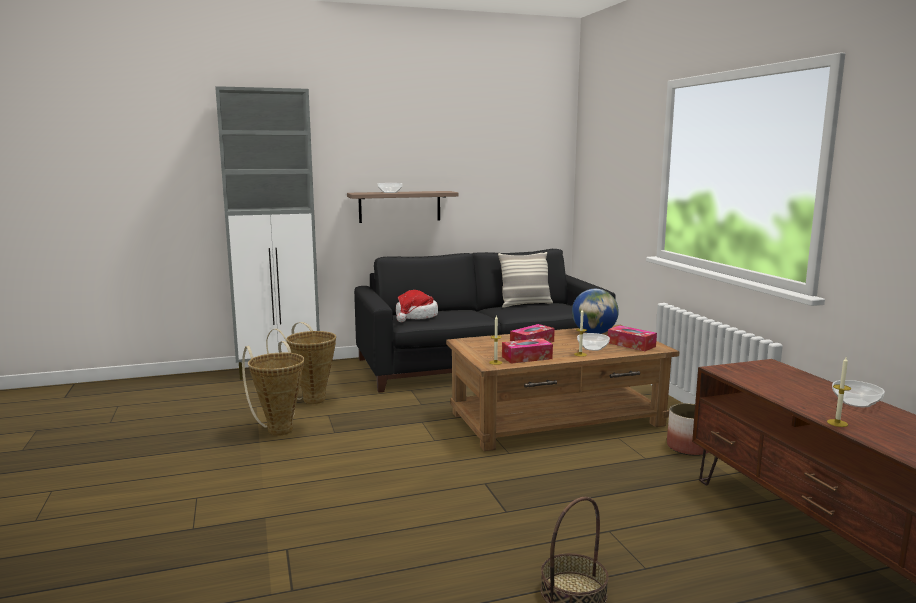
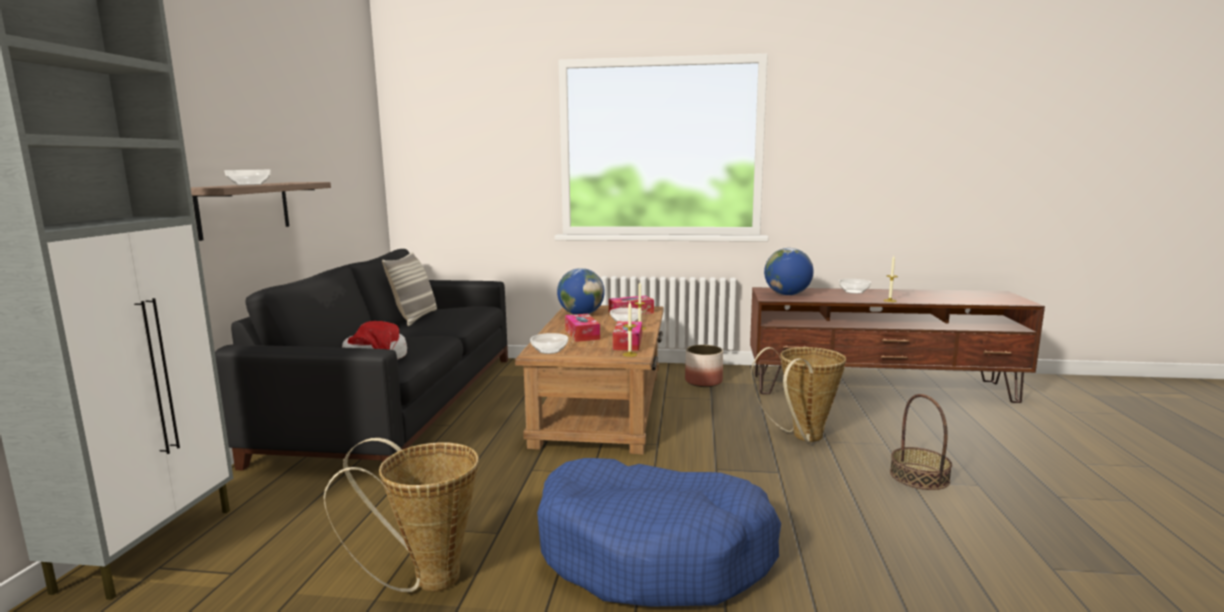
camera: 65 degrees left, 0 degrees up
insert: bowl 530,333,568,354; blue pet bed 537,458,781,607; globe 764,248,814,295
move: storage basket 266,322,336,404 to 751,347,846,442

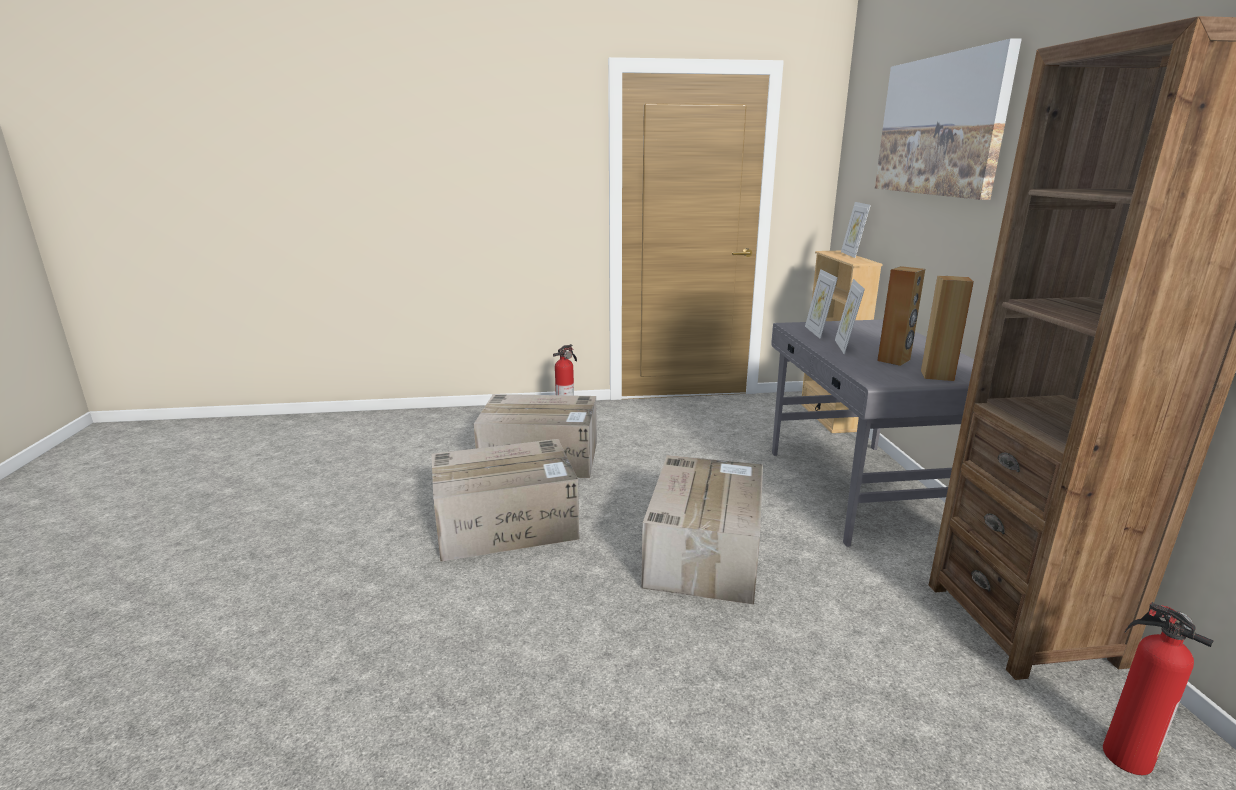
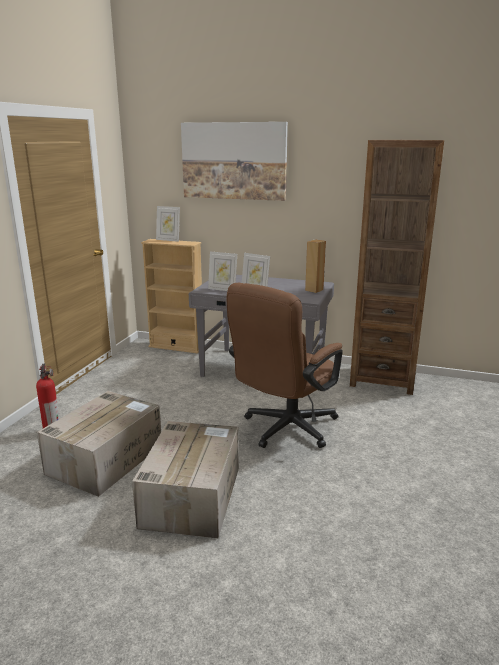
camera: 65 degrees left, 0 degrees up
delete: brownish audio speaker 877,266,925,366; extinguisher 1103,602,1214,775
replace: packing box 641,455,763,605 to brownish computer chair 227,283,343,448

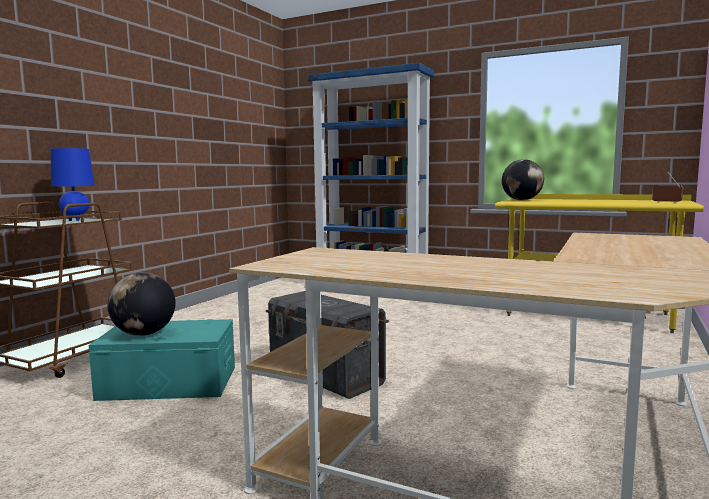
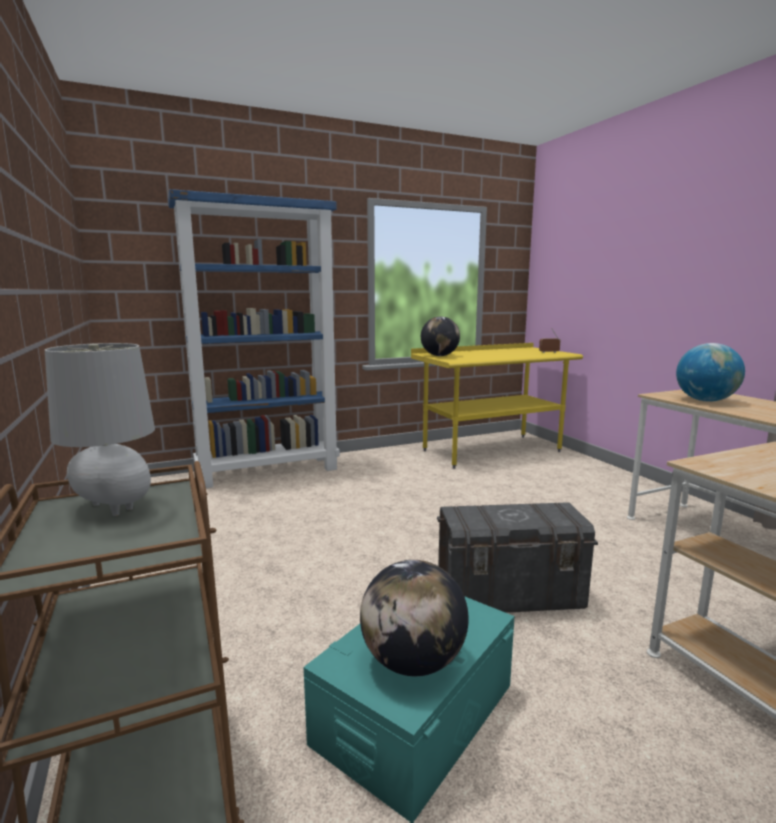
camera: 50 degrees left, 5 degrees up
insert: globe 676,343,745,402
recolor: blue tabletop lamp 51,148,95,221 to gray tabletop lamp 45,343,155,516

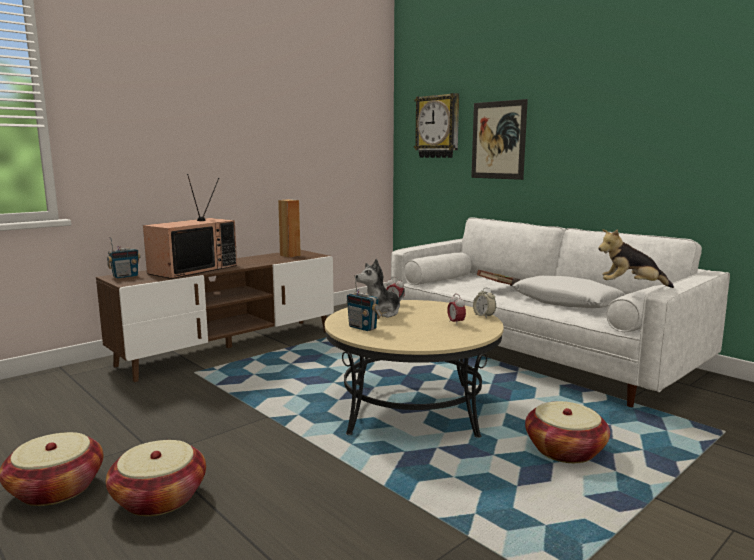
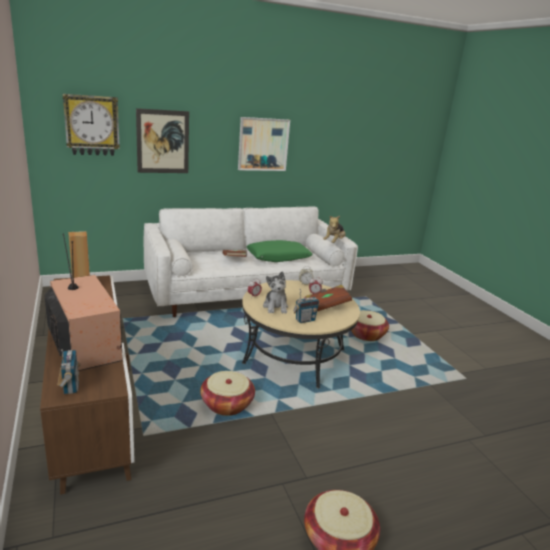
camera: 70 degrees left, 10 degrees up
insert: picture 238,117,290,171; brownish book 305,285,352,311
move: storage basket 106,440,206,516 to 200,371,255,416
recolor: white throw pillow 512,276,626,308 to green throw pillow 246,240,313,262

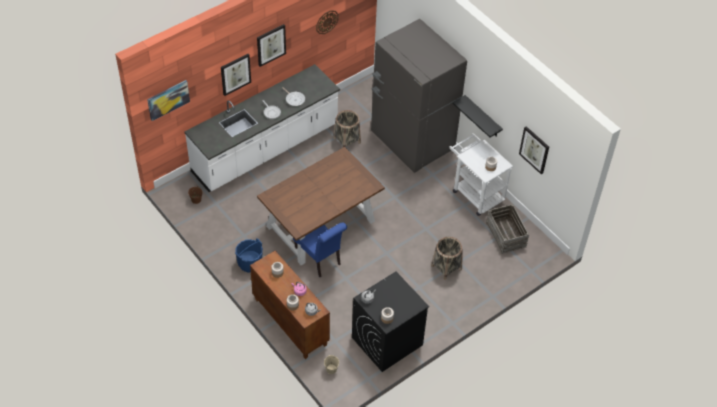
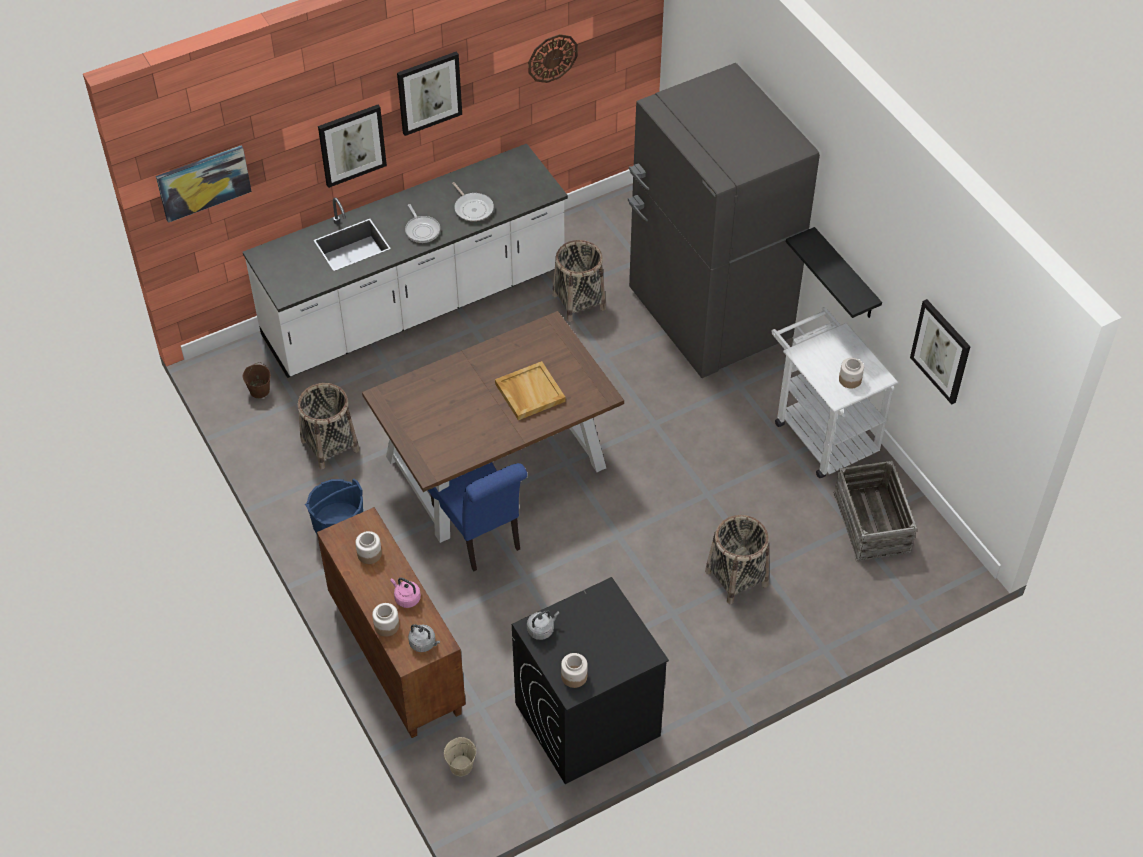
camera: 10 degrees right, 0 degrees up
insert: storage basket 298,383,360,469; beige-coloured tray 495,361,566,420

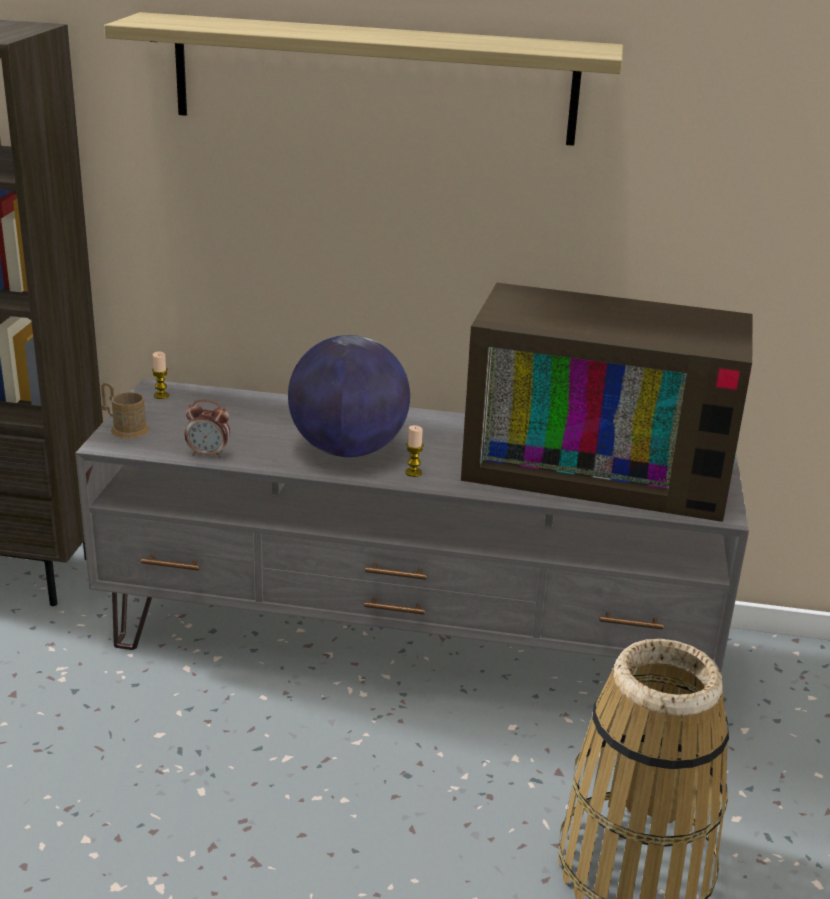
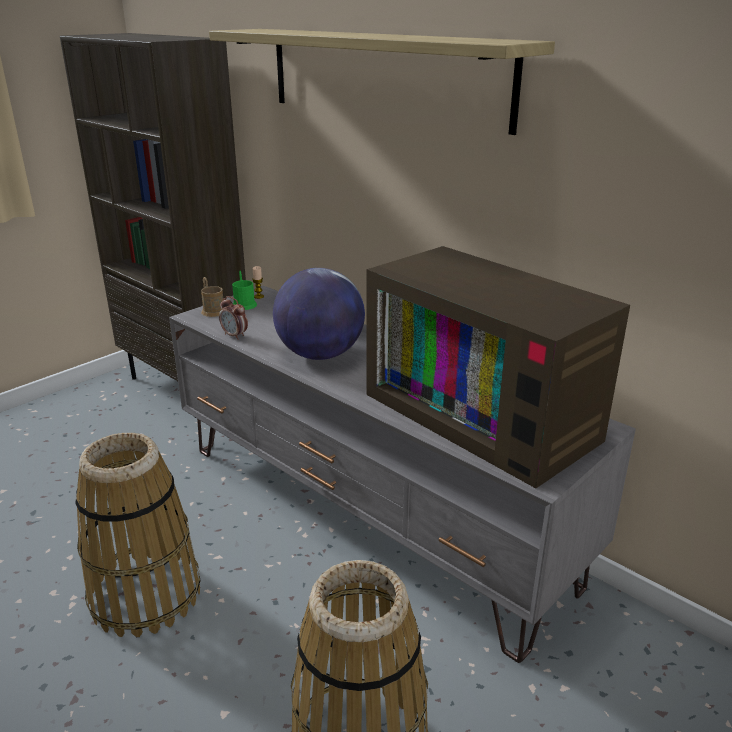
camera: 35 degrees right, 0 degrees up
delete: wax candle 405,425,424,477
insert: storage basket 75,433,200,637; green coffee mug 232,270,257,310

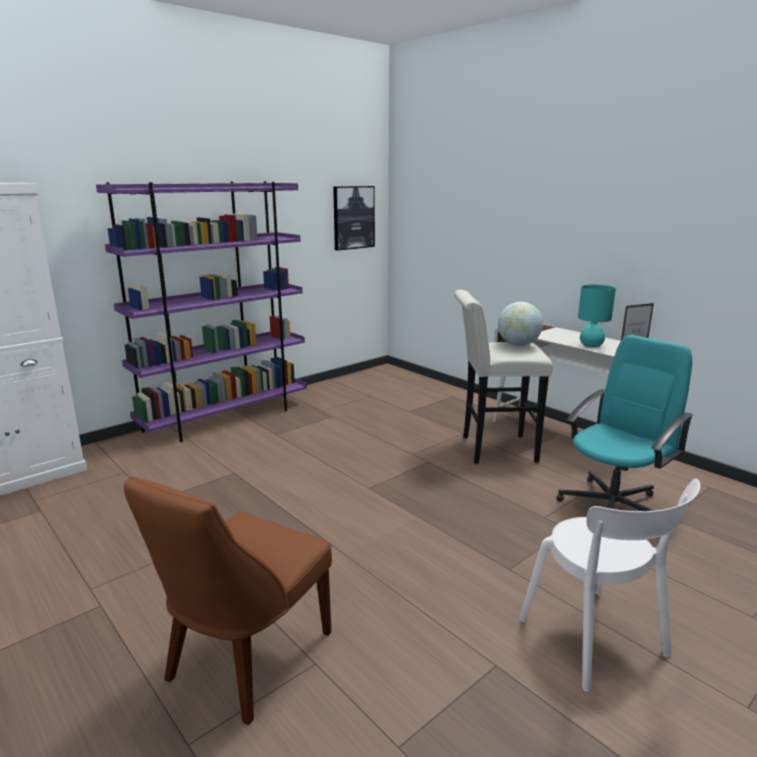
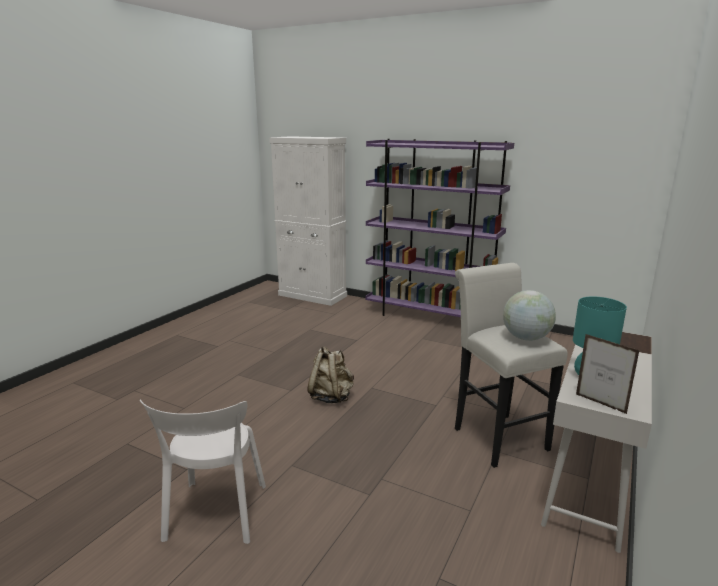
camera: 70 degrees right, 0 degrees up
delete: brownish chair 124,477,332,725; picture 333,186,375,251; blue-green computer chair 557,335,693,511
insert: beige-coloured rucksack 307,346,354,403
rotate: white chair 519,479,700,692 = 140,399,266,544 45 degrees counterclockwise

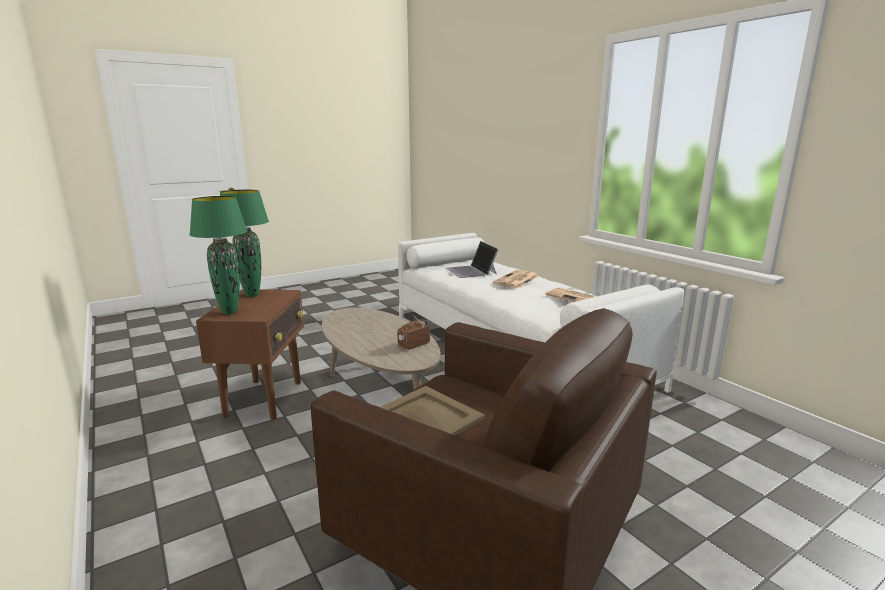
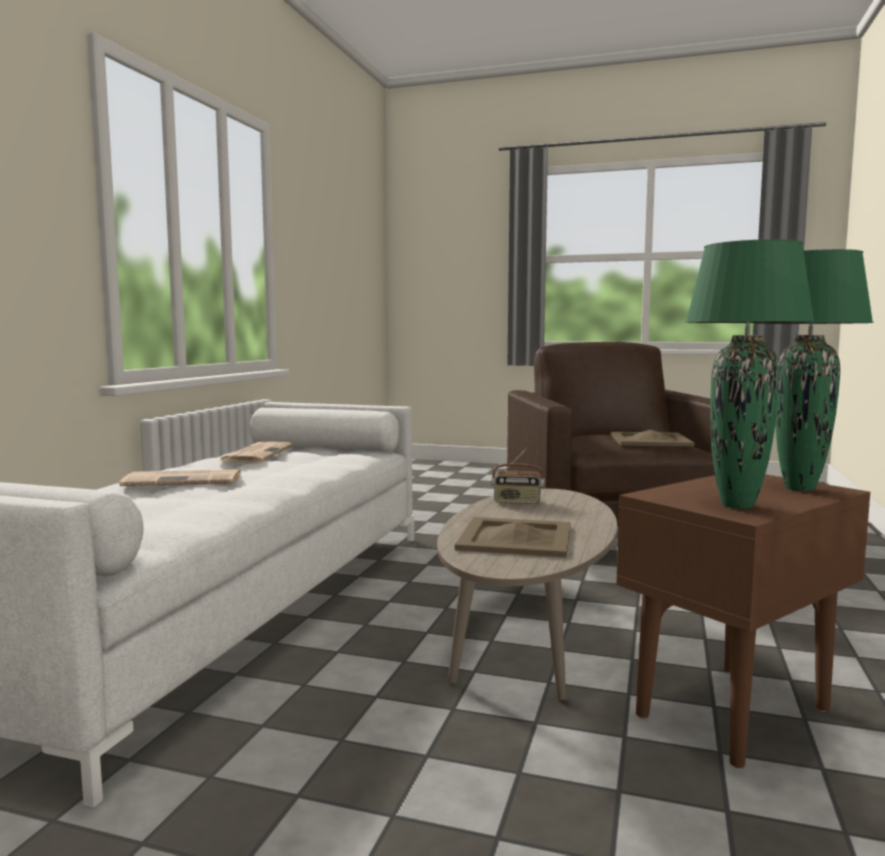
camera: 130 degrees left, 10 degrees down
delete: laptop 446,241,499,278
insert: beige-coloured tray 455,517,571,558

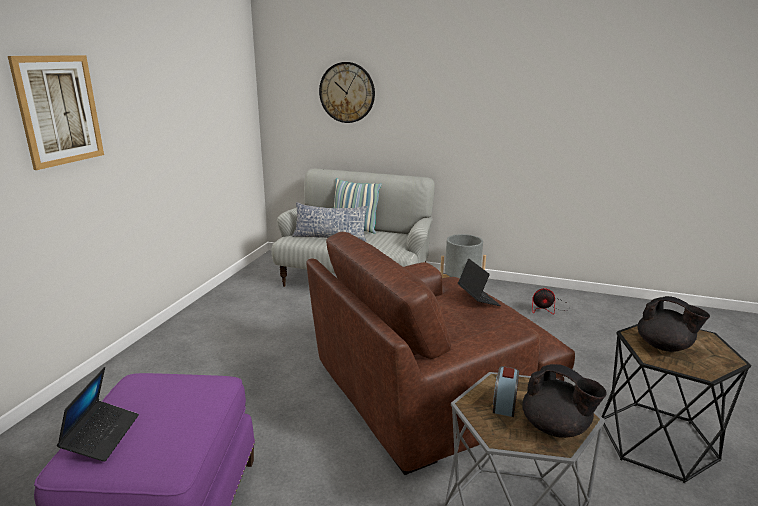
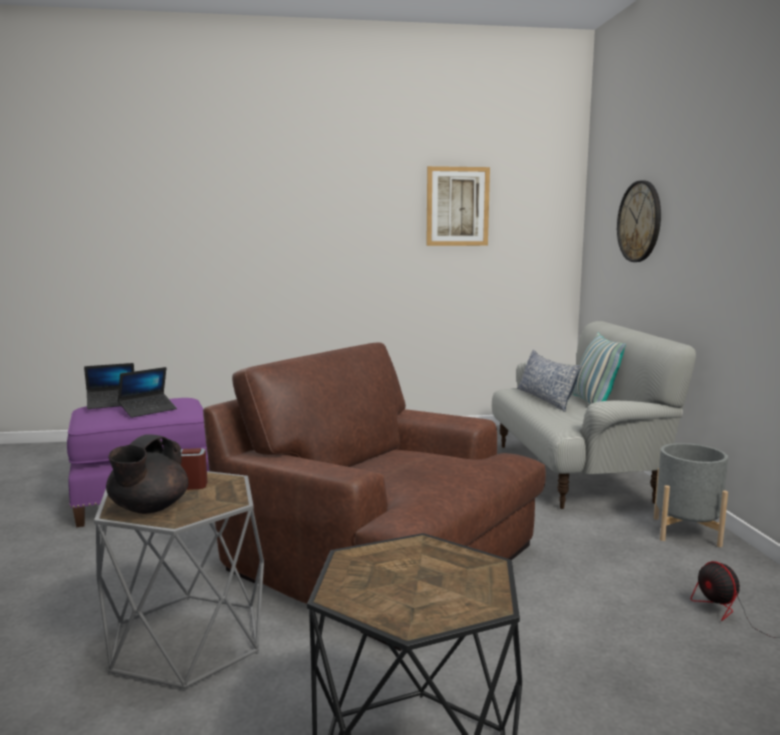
camera: 65 degrees right, 10 degrees down
delete: blackish tea pot 637,296,710,352
move: picture 8,55,104,170 to 426,166,490,246; laptop 458,258,501,306 to 118,367,177,418

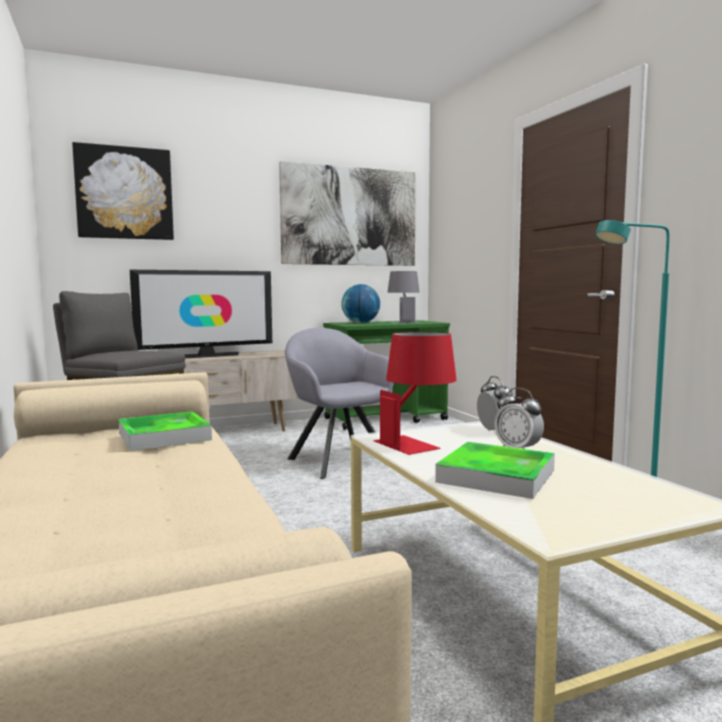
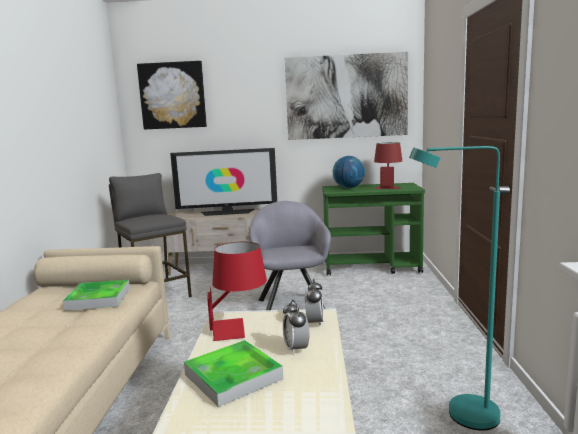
camera: 25 degrees right, 5 degrees up
recolor: gray tabletop lamp 387,271,420,323 to red-coloured tabletop lamp 374,142,402,189

